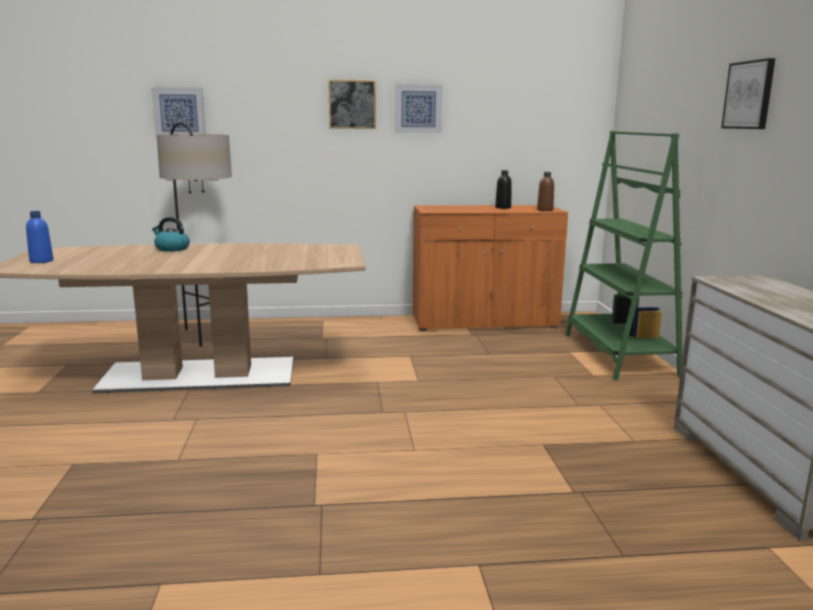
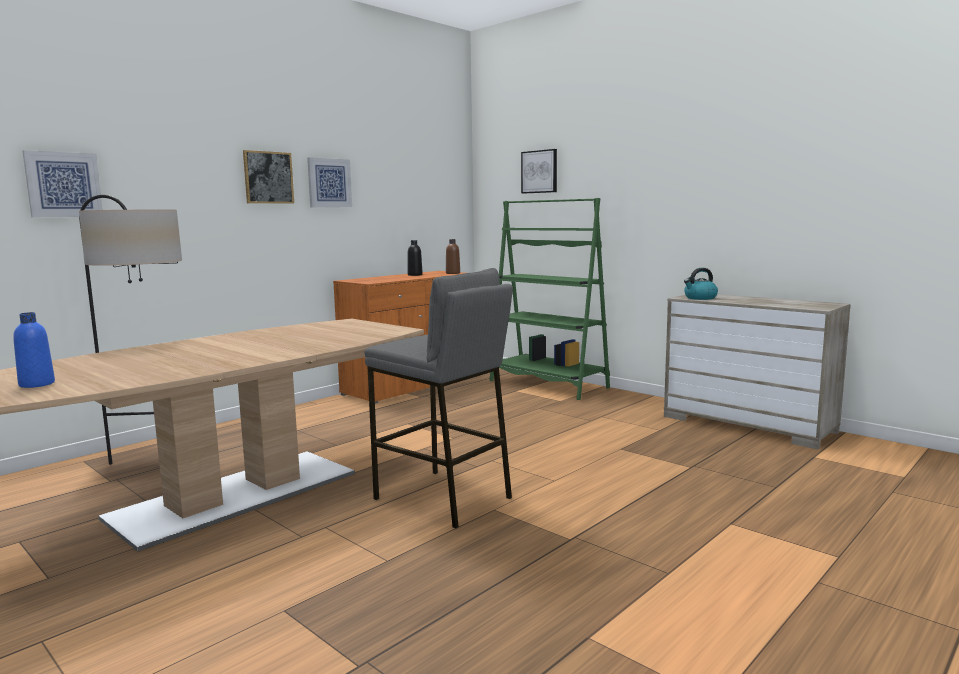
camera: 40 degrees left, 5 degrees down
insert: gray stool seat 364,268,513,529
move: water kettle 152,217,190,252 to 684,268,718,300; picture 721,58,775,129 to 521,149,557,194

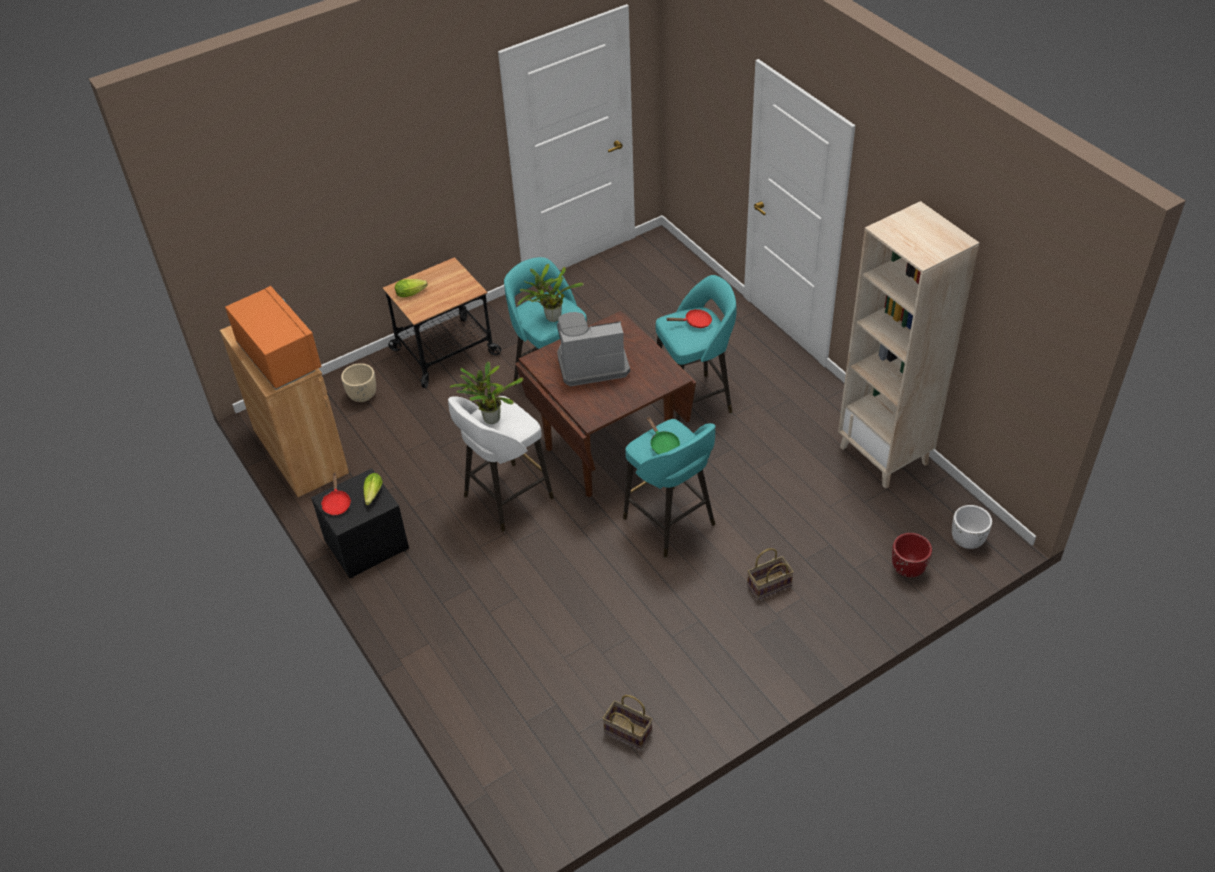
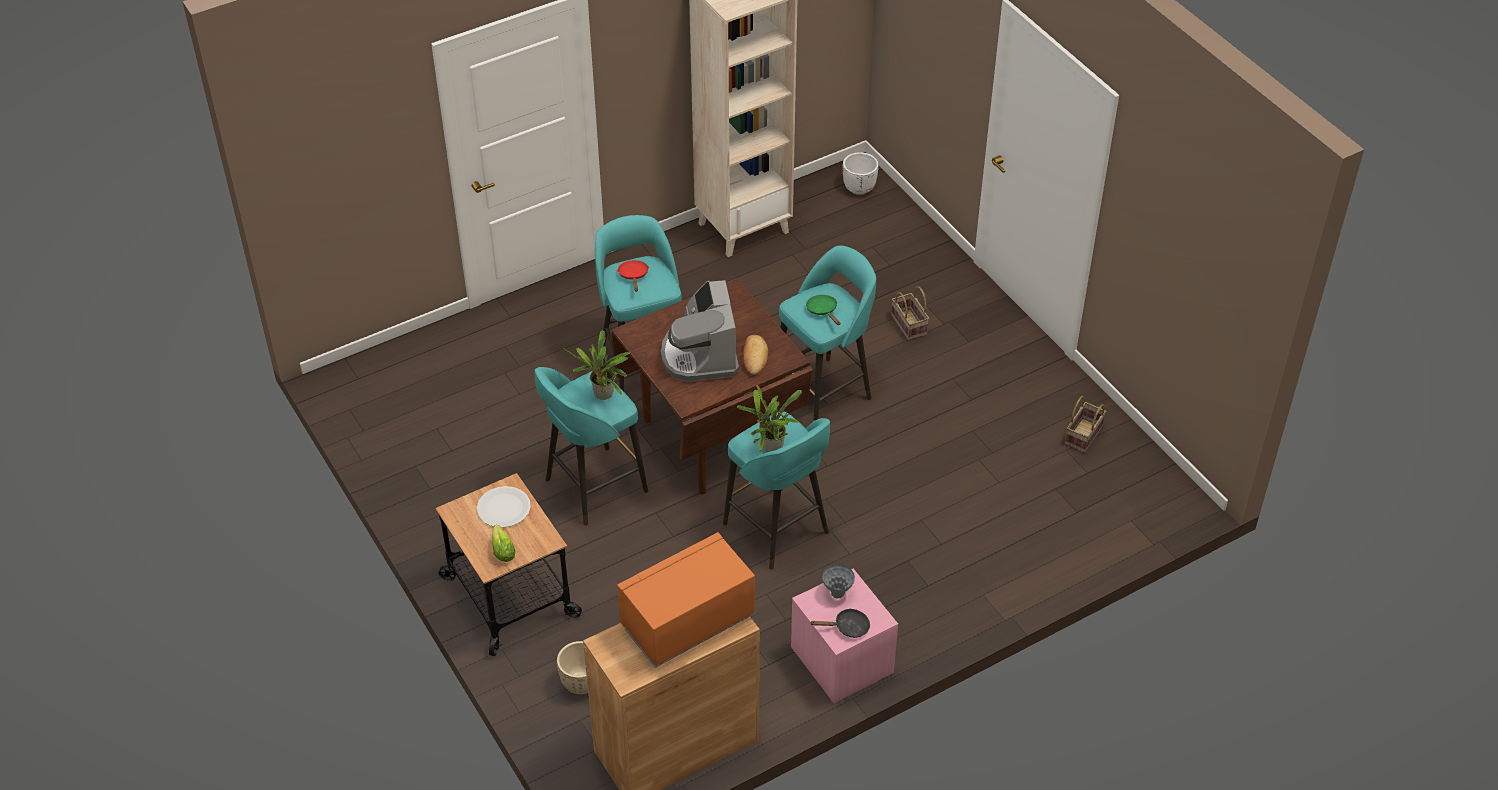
camera: 90 degrees left, 0 degrees up
delete: red-coloured plant pot 892,533,932,577
insert: white plate 477,486,531,528; bread 743,335,768,375
replace: lettuce 363,473,383,505 to gray flower vase 822,564,855,599
recolor: blackish bedside table 311,468,409,578 to pink-coloured bedside table 791,569,898,703; red-coloured frying pan 321,472,351,516 to blackish frying pan 810,608,870,638; white stool seat 448,396,554,532 to blue-green stool seat 723,411,830,570
rotate: green frying pan 647,416,680,454 = 806,295,840,325 90 degrees counterclockwise

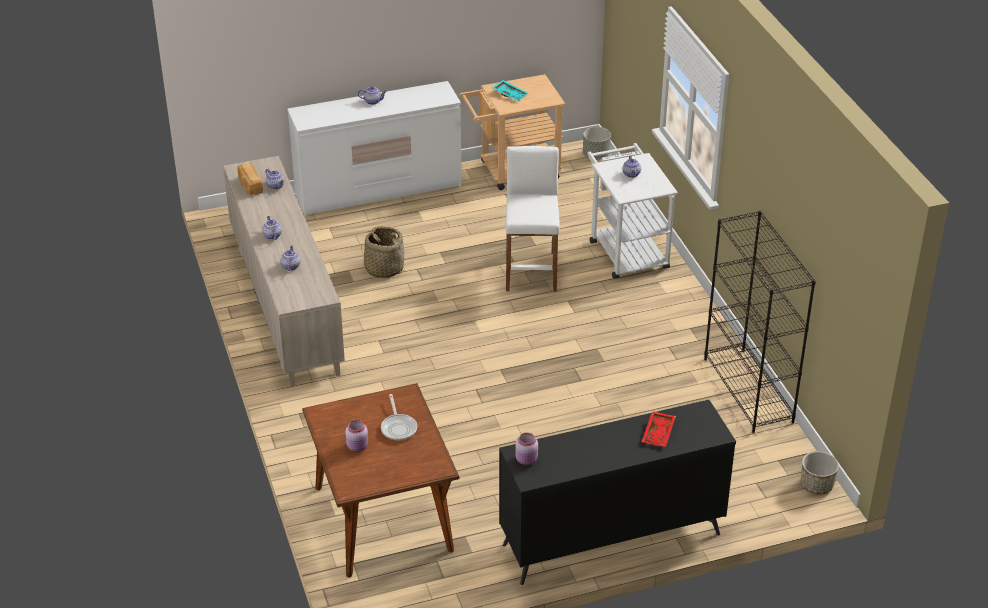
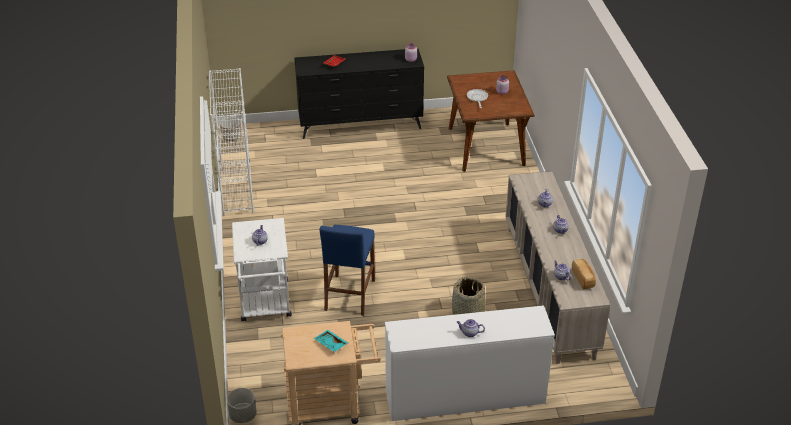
camera: 170 degrees left, 0 degrees up
recolor: white stool seat 505,146,560,292 to blue stool seat 319,225,375,316; blackish bookshelf 704,211,816,433 to white bookshelf 209,68,254,216

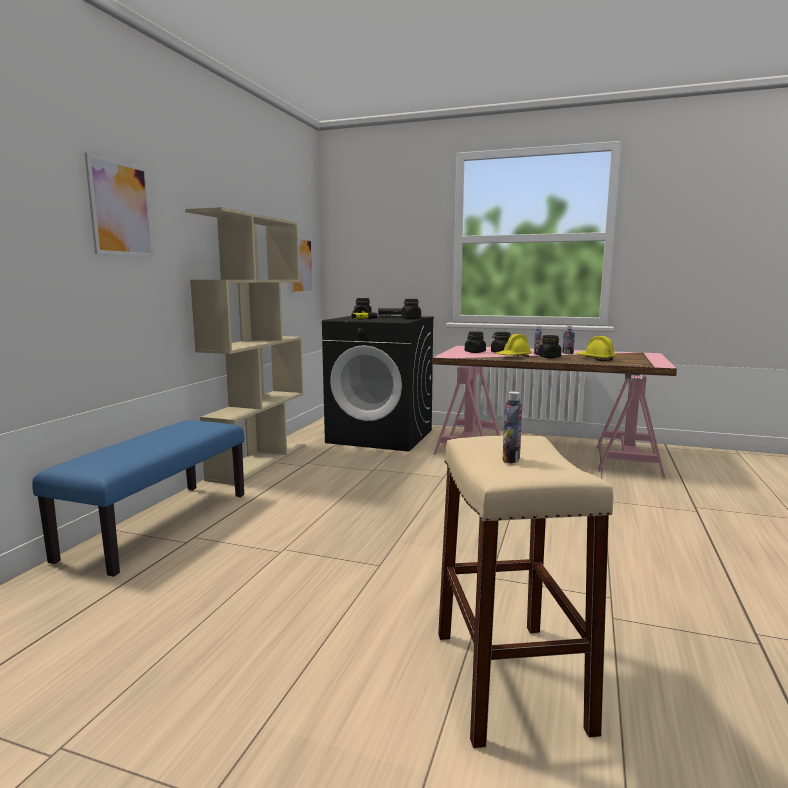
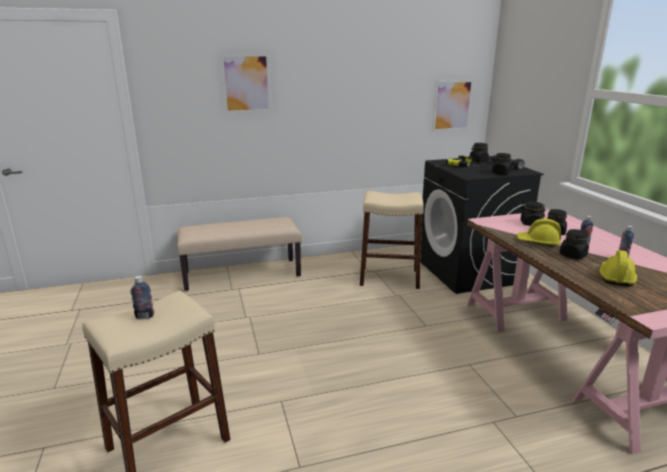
camera: 55 degrees right, 10 degrees up
delete: beige-coloured bookshelf 185,207,305,485
insert: beige-coloured stool seat 360,191,424,289
recolor: blue indoor bench 32,420,244,577 to beige-coloured indoor bench 177,217,302,291

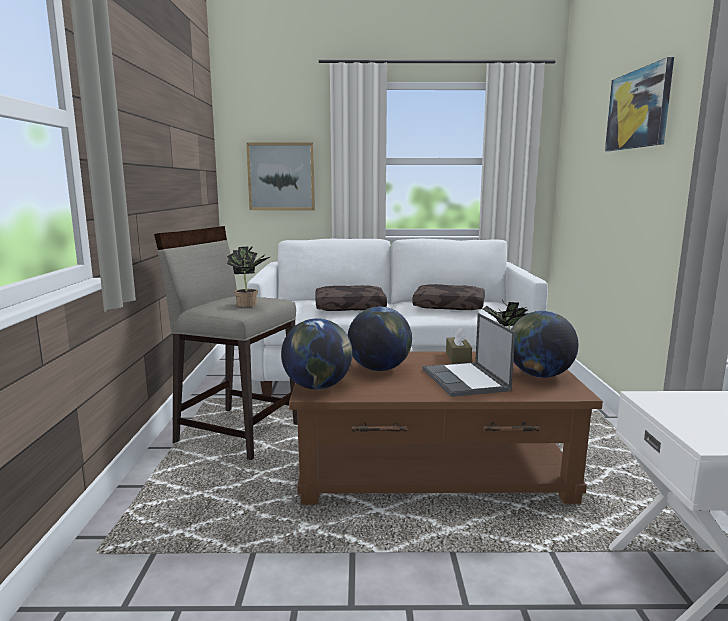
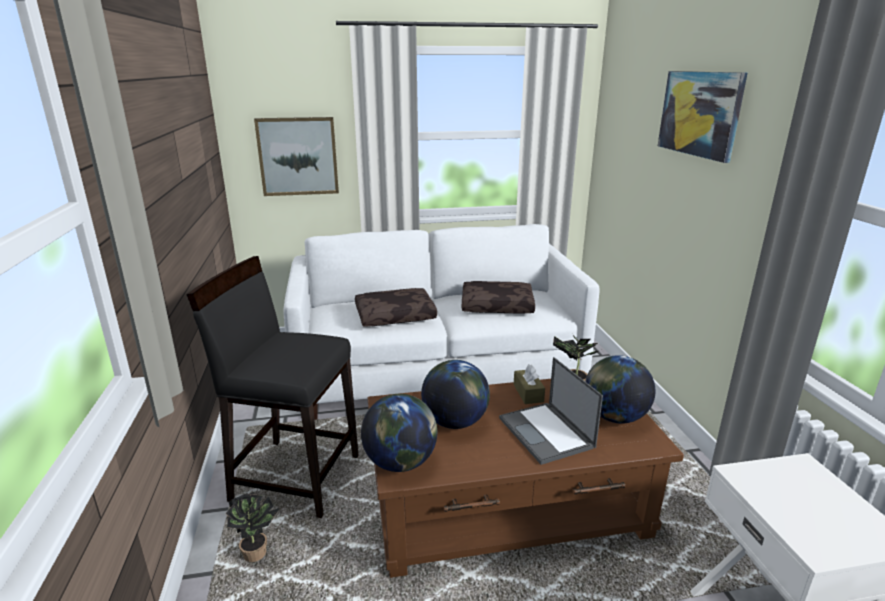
camera: 10 degrees left, 10 degrees up
move: potted plant 227,246,270,307 to 225,493,280,562
recolor: beige-coloured stool seat 154,226,298,460 to blackish stool seat 187,256,359,518

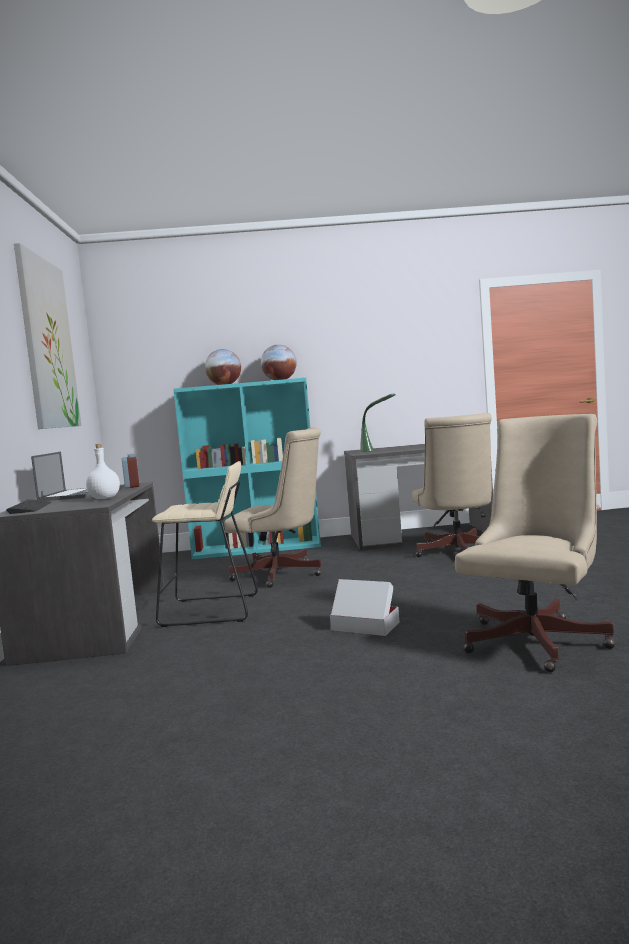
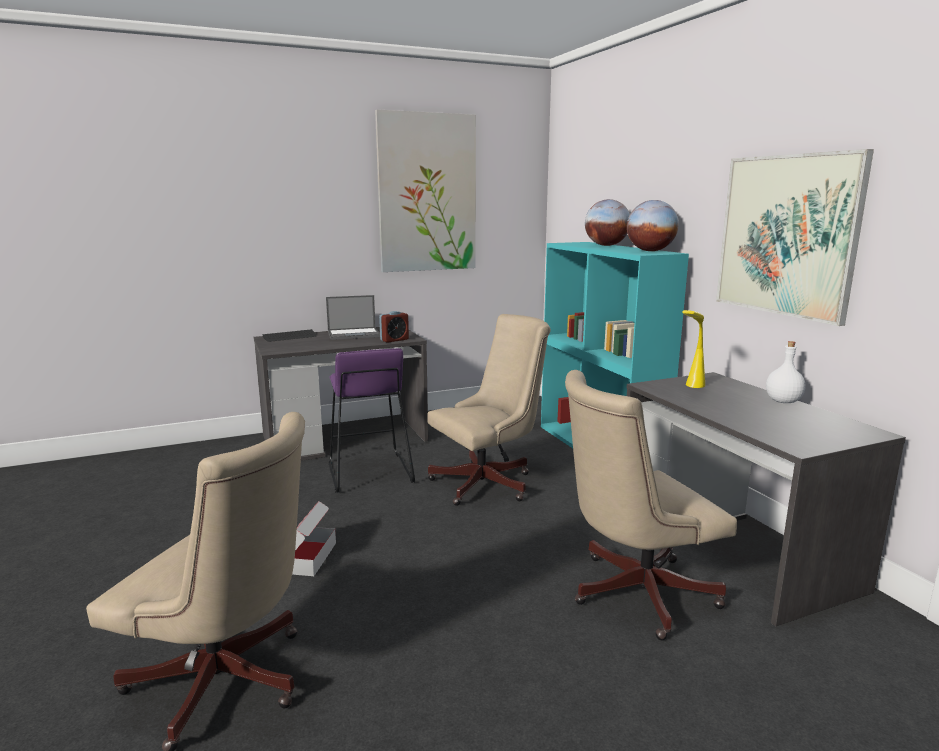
camera: 70 degrees right, 10 degrees up
insert: picture 716,149,874,326
move: white drink bottle 86,444,120,499 to 766,341,806,403
recolor: beige-coloured stool seat 152,461,258,627 to purple stool seat 329,348,415,493; green tabletop lamp 360,394,396,452 to yellow tabletop lamp 682,310,705,388
rotate: beige-coloured computer chair 224,427,321,588 = 427,314,551,506 120 degrees counterclockwise

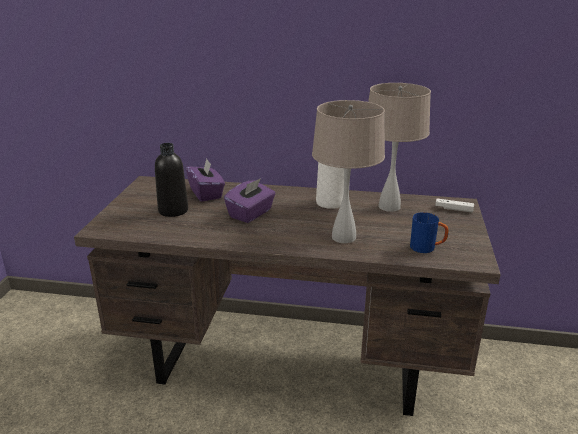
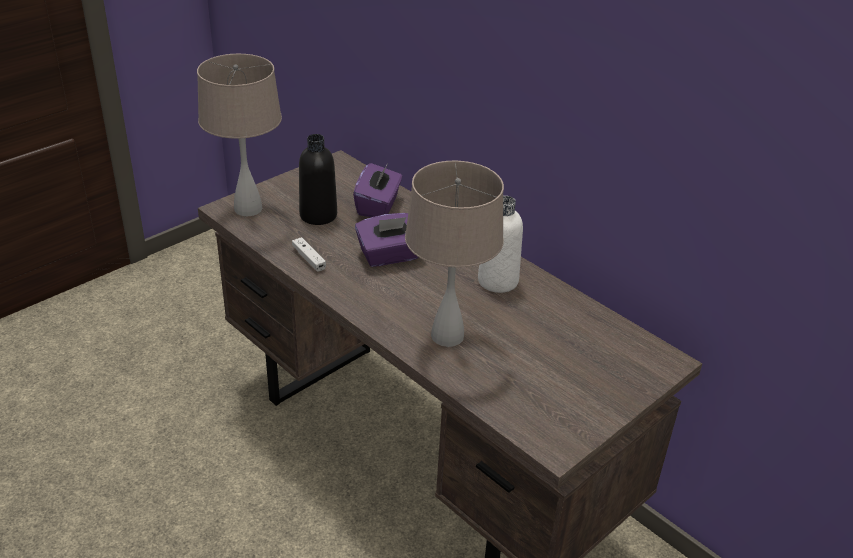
camera: 35 degrees right, 10 degrees up
delete: blue coffee mug 410,212,449,253
move: beige-coloured tabletop lamp 368,83,431,212 to 197,54,282,217; white gamepad 435,199,474,212 to 292,237,326,272

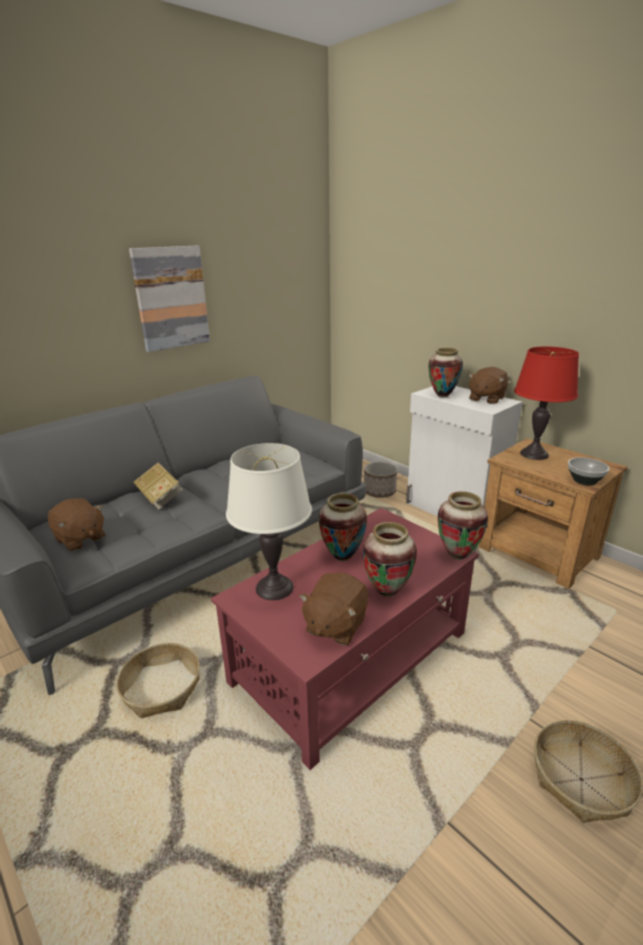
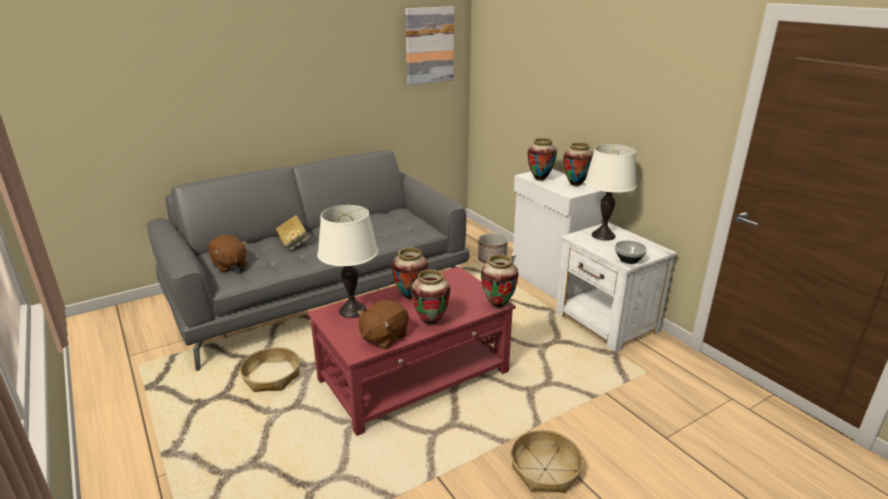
camera: 10 degrees right, 0 degrees up
move: picture 129,246,210,352 to 405,6,454,85
replace: brownish plush toy 468,367,508,404 to flower vase 563,142,593,186
recolor: brownish bedside table 479,438,628,589 to white bedside table 556,222,677,352; red-coloured tabletop lamp 514,347,579,460 to white tabletop lamp 585,144,637,241

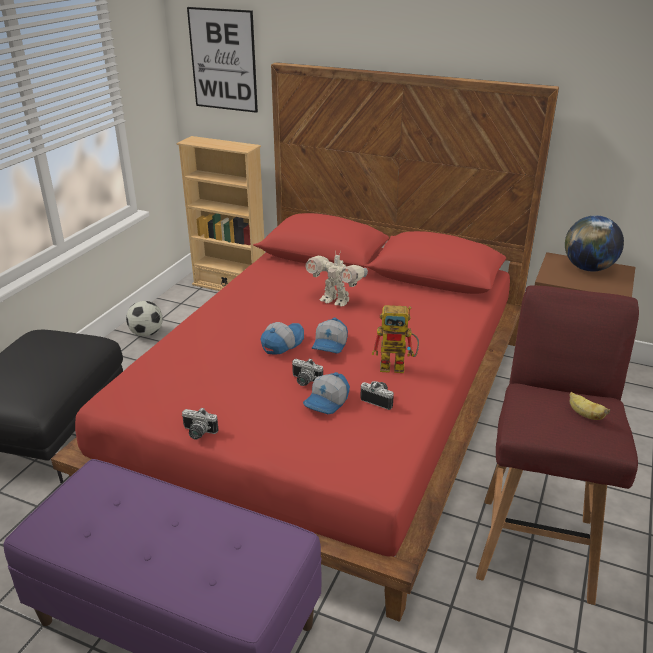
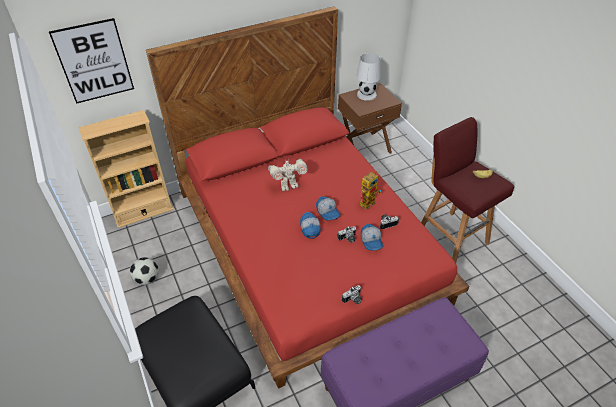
camera: 50 degrees left, 15 degrees up
replace: globe 565,215,624,272 to white tabletop lamp 356,53,381,101

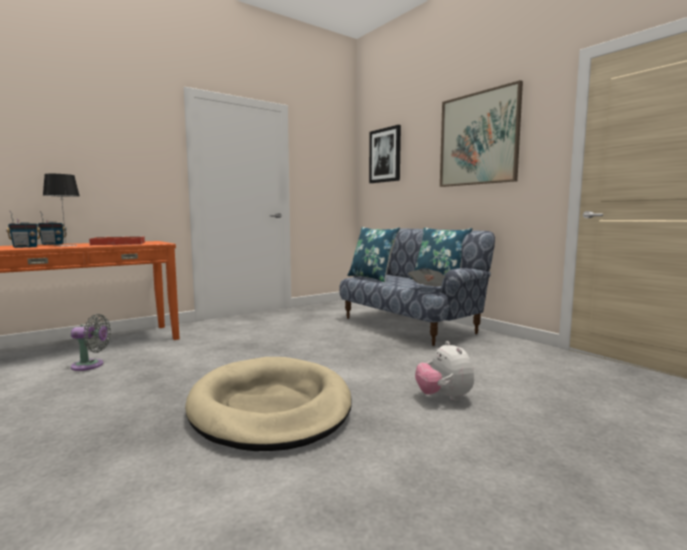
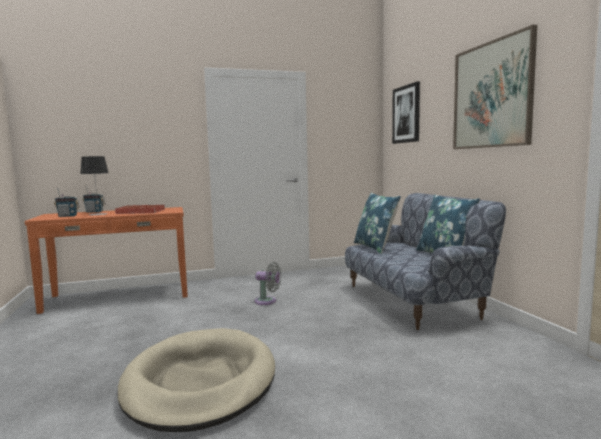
camera: 20 degrees right, 0 degrees up
delete: printed paper 408,269,445,286; plush toy 415,341,474,401
move: gray fan 70,314,111,371 to 254,262,281,305

